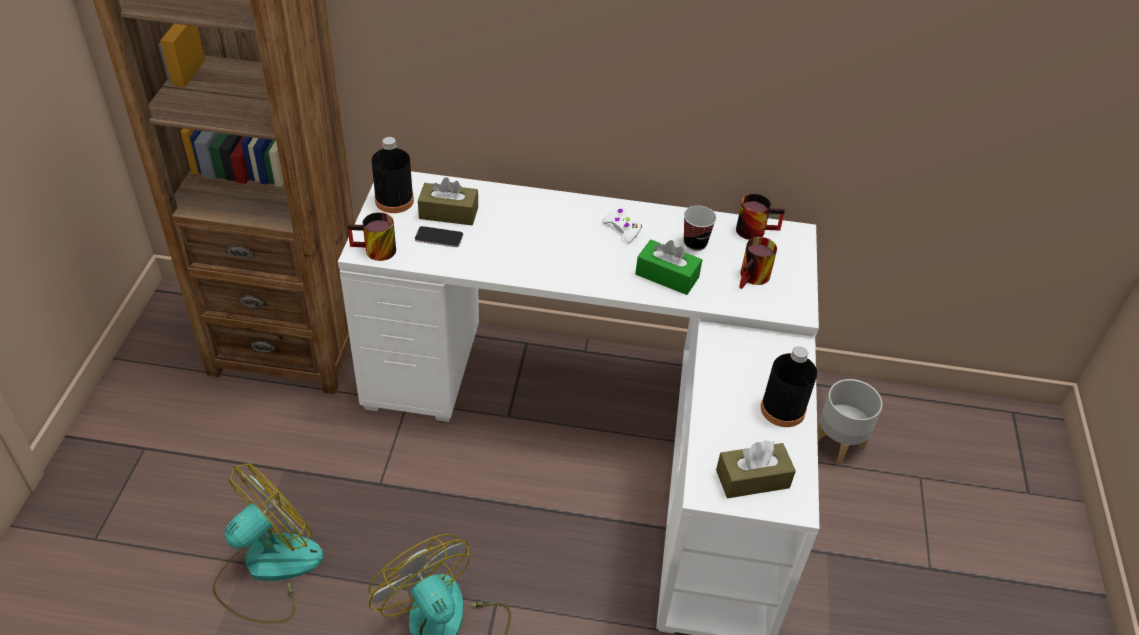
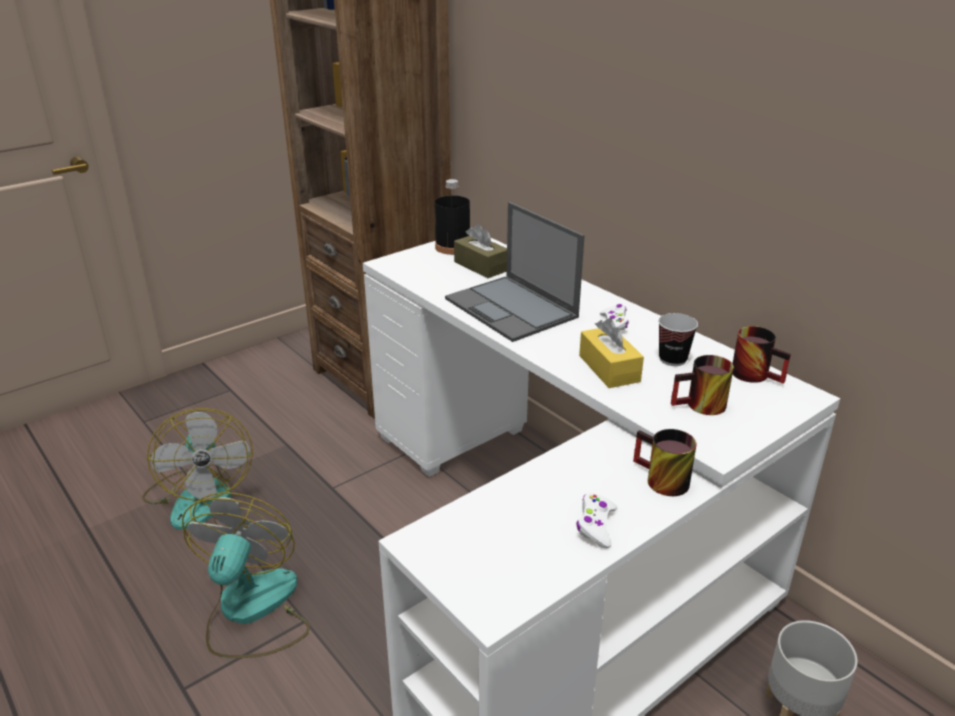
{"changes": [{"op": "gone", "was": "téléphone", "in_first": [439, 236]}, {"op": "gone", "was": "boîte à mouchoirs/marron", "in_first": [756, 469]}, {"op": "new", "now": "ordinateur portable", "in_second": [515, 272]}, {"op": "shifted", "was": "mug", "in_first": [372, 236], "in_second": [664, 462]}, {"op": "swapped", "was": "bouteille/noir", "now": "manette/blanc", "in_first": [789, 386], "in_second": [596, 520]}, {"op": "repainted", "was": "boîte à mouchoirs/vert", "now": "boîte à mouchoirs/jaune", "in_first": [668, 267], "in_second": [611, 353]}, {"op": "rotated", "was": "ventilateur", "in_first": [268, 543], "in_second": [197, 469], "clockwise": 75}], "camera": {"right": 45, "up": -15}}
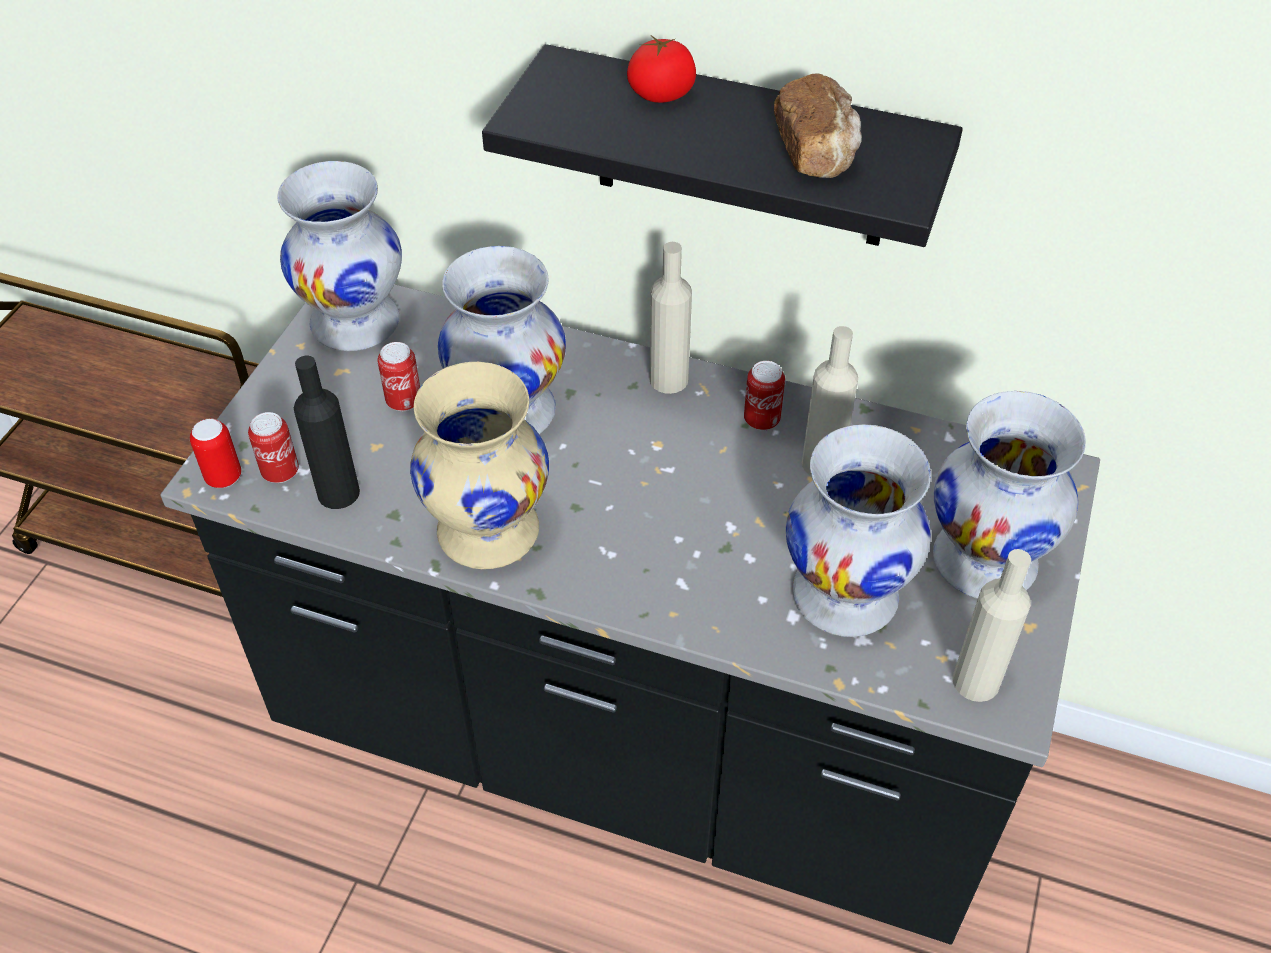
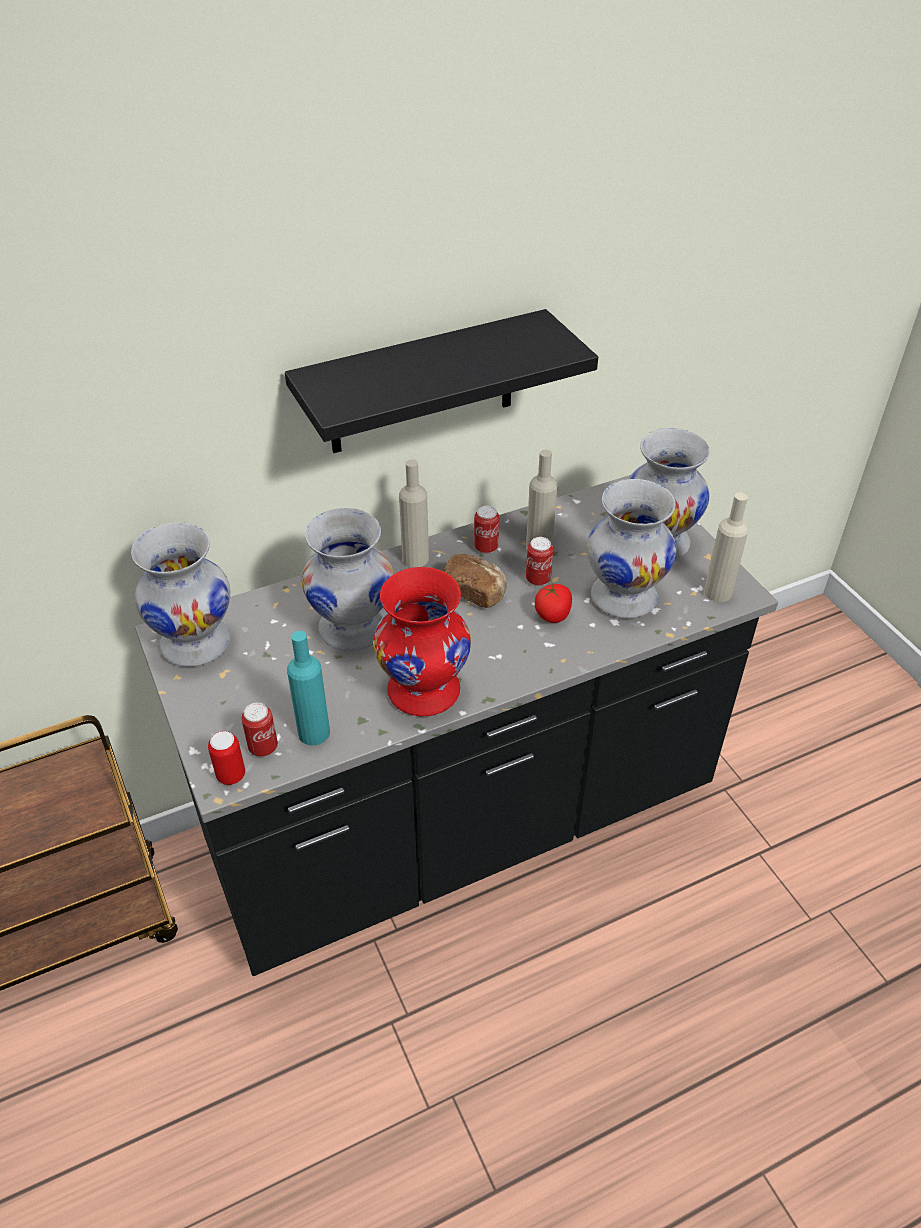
{"changes": [{"op": "shifted", "was": "boîte métallique", "in_first": [398, 376], "in_second": [539, 561]}, {"op": "shifted", "was": "tomate", "in_first": [661, 69], "in_second": [553, 603]}, {"op": "shifted", "was": "pain", "in_first": [818, 126], "in_second": [475, 581]}, {"op": "repainted", "was": "bouteille/noir", "now": "bouteille/turquoise", "in_first": [327, 432], "in_second": [308, 688]}, {"op": "repainted", "was": "vase/beige", "now": "vase/rouge", "in_first": [479, 465], "in_second": [422, 642]}], "camera": {"right": -45, "up": -5}}
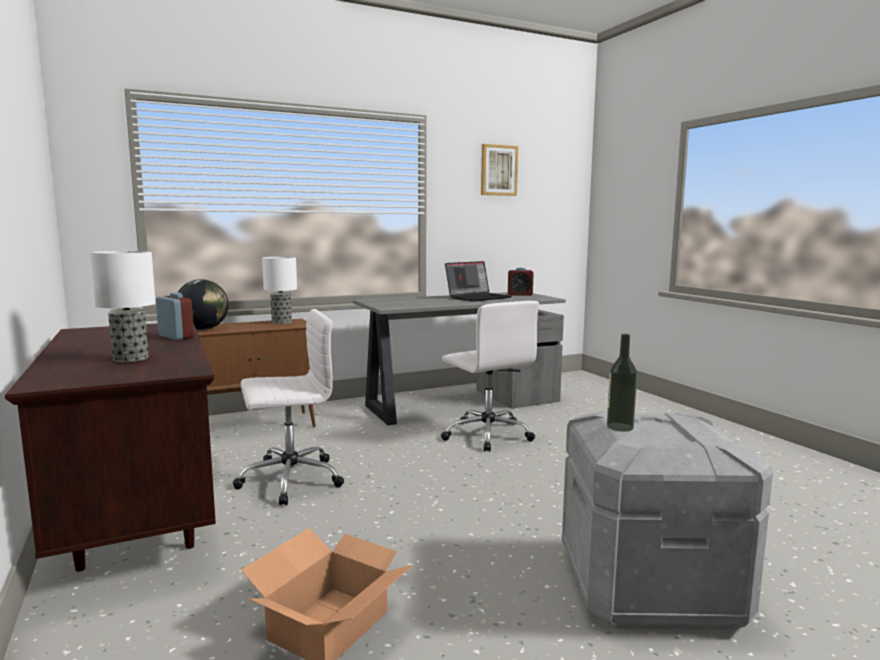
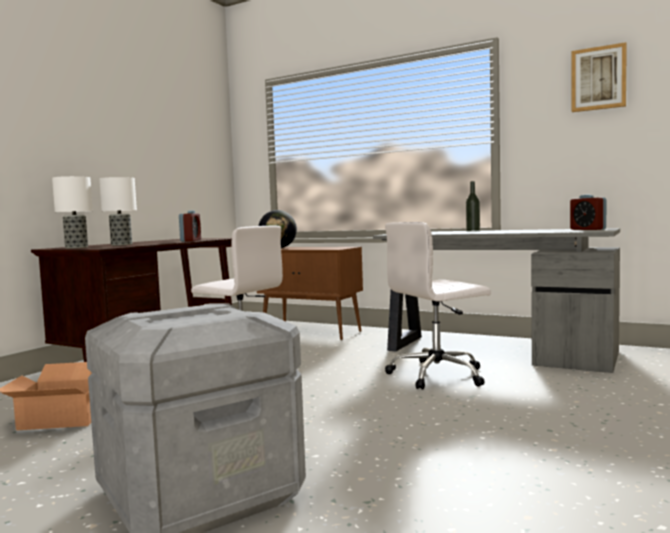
{"changes": [{"op": "gone", "was": "ordinateur portable", "in_first": [478, 281]}, {"op": "shifted", "was": "lampe de table", "in_first": [279, 290], "in_second": [72, 212]}, {"op": "shifted", "was": "bouteille", "in_first": [622, 383], "in_second": [473, 206]}, {"op": "rotated", "was": "chaise de bureau/blanc", "in_first": [490, 376], "in_second": [438, 306], "clockwise": 45}], "camera": {"right": 55, "up": -5}}
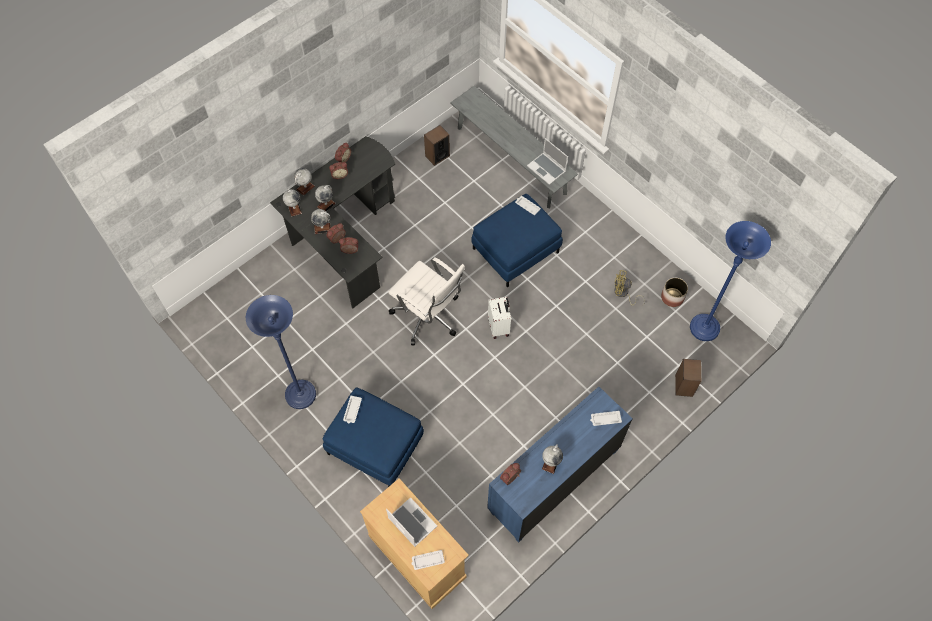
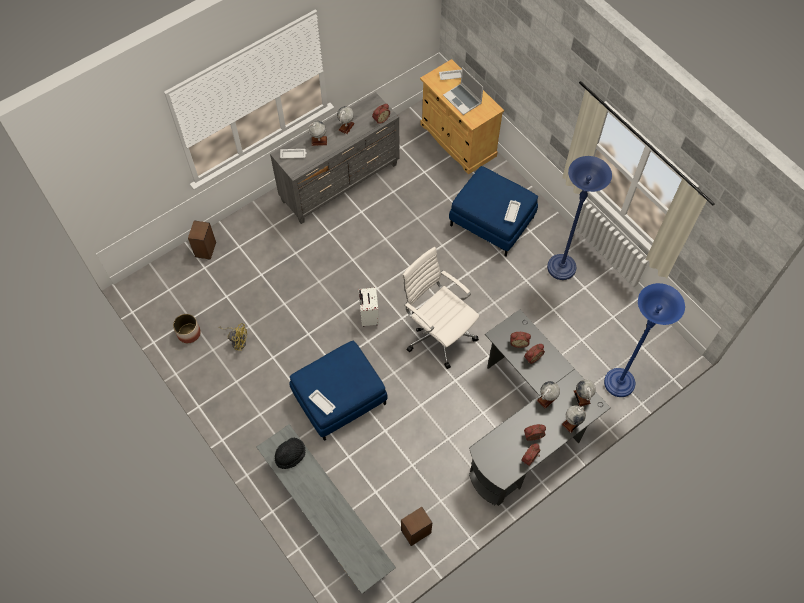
{"changes": [{"op": "shifted", "was": "globe", "in_first": [321, 221], "in_second": [317, 133]}, {"op": "shifted", "was": "lampadaire/bleu", "in_first": [730, 281], "in_second": [644, 340]}, {"op": "swapped", "was": "ordinateur portable", "now": "chapeau/noir", "in_first": [547, 161], "in_second": [290, 453]}, {"op": "repainted", "was": "commode/bleu", "now": "commode/gris", "in_first": [560, 465], "in_second": [334, 158]}], "camera": {"right": -175, "up": 0}}
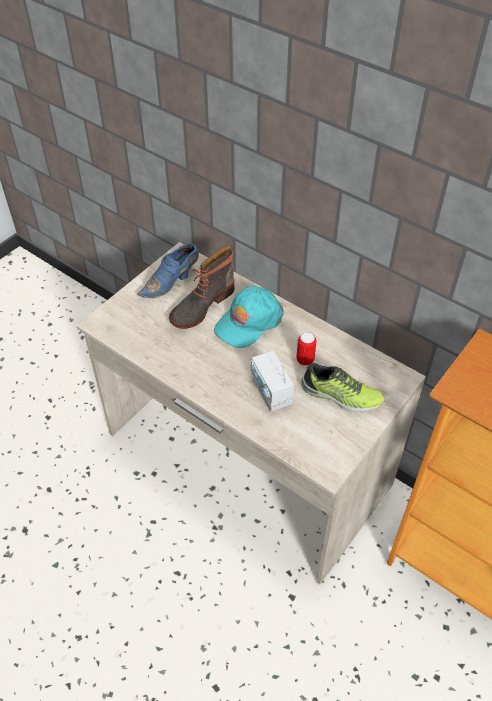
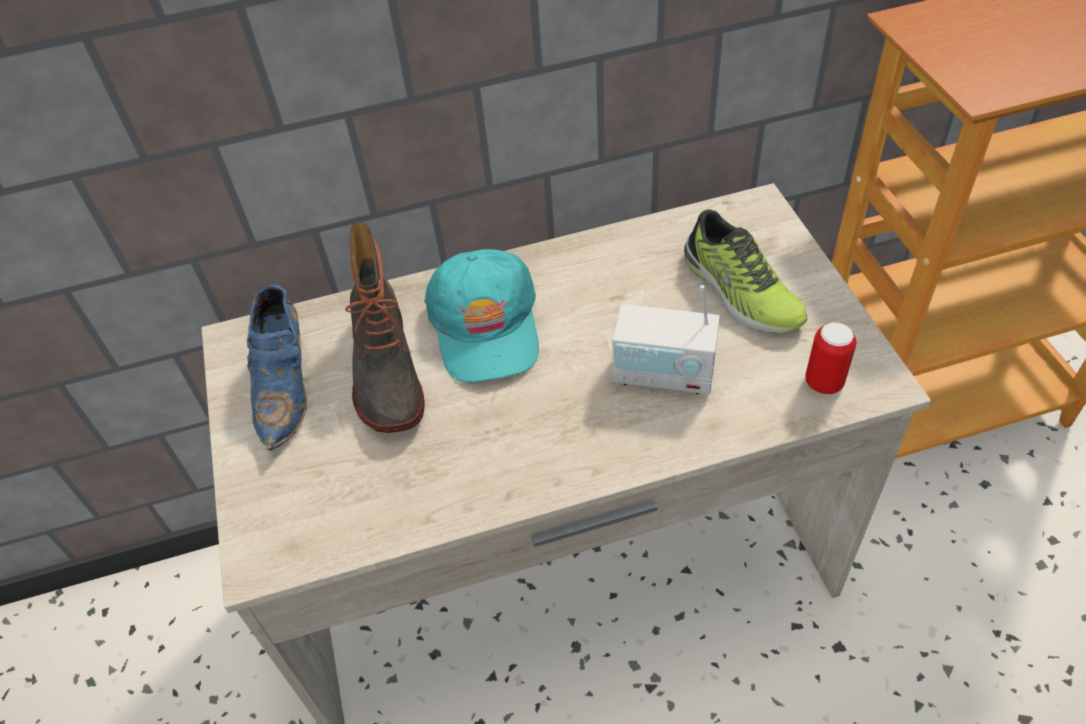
{"changes": [{"op": "shifted", "was": "boîte métallique", "in_first": [306, 349], "in_second": [830, 358]}, {"op": "rotated", "was": "chaussure", "in_first": [342, 387], "in_second": [746, 271], "clockwise": 90}], "camera": {"right": -50, "up": 0}}
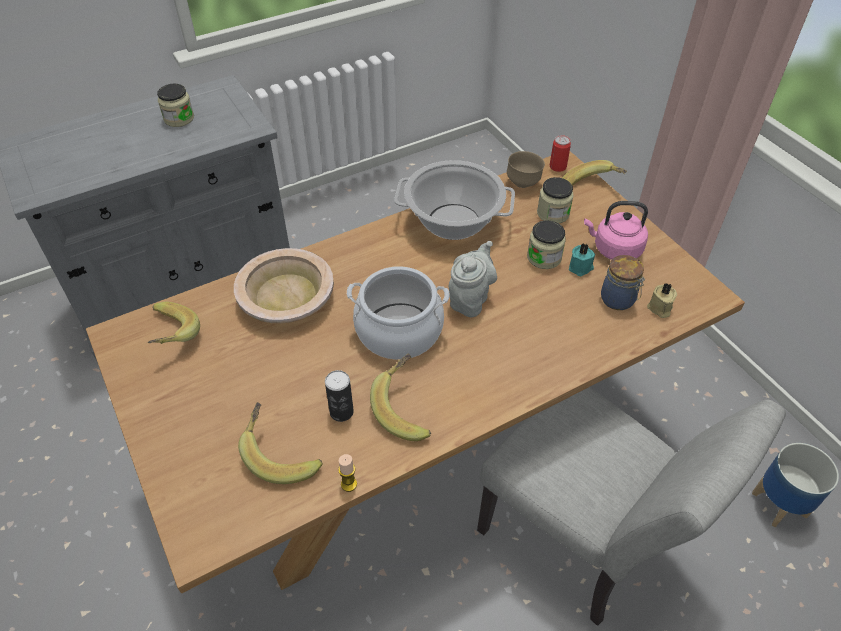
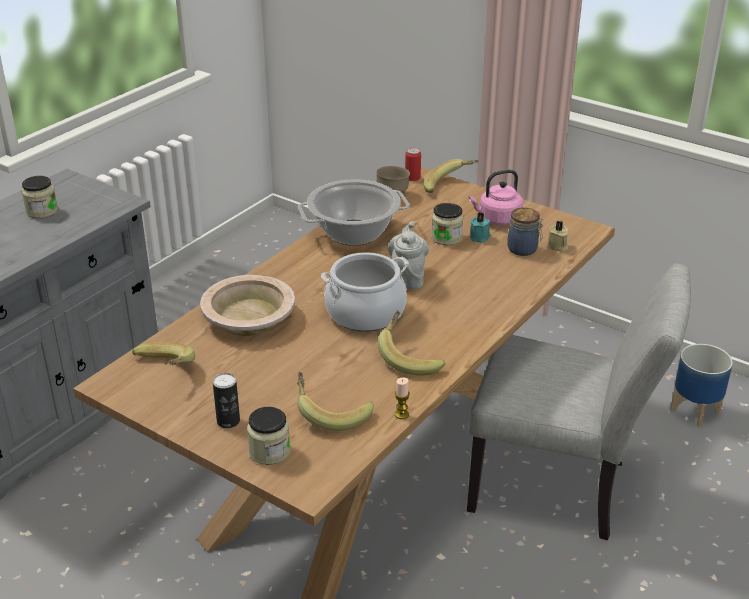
{"changes": [{"op": "shifted", "was": "boîte métallique", "in_first": [339, 396], "in_second": [226, 400]}, {"op": "shifted", "was": "bocal", "in_first": [555, 200], "in_second": [268, 436]}], "camera": {"right": -25, "up": -15}}
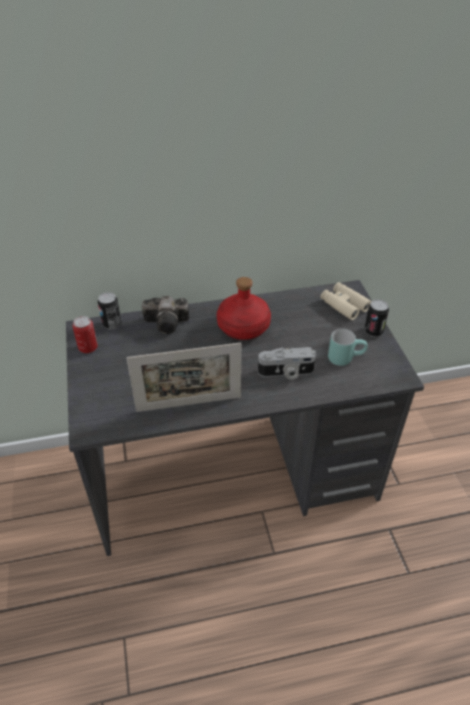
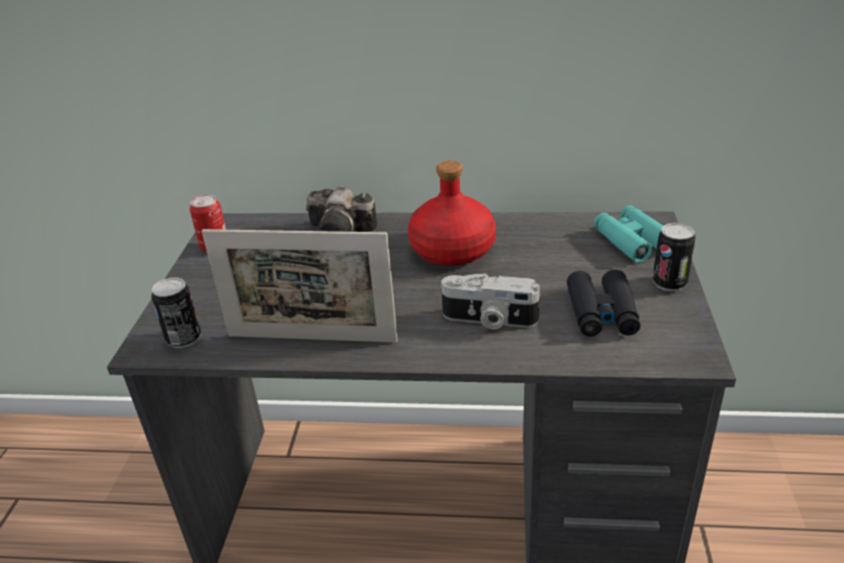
{"changes": [{"op": "shifted", "was": "boîte métallique", "in_first": [109, 311], "in_second": [176, 312]}, {"op": "swapped", "was": "mug/turquoise", "now": "jumelles/noir", "in_first": [348, 347], "in_second": [604, 303]}, {"op": "repainted", "was": "jumelles/beige", "now": "jumelles/turquoise", "in_first": [346, 301], "in_second": [628, 234]}], "camera": {"right": 20, "up": -10}}
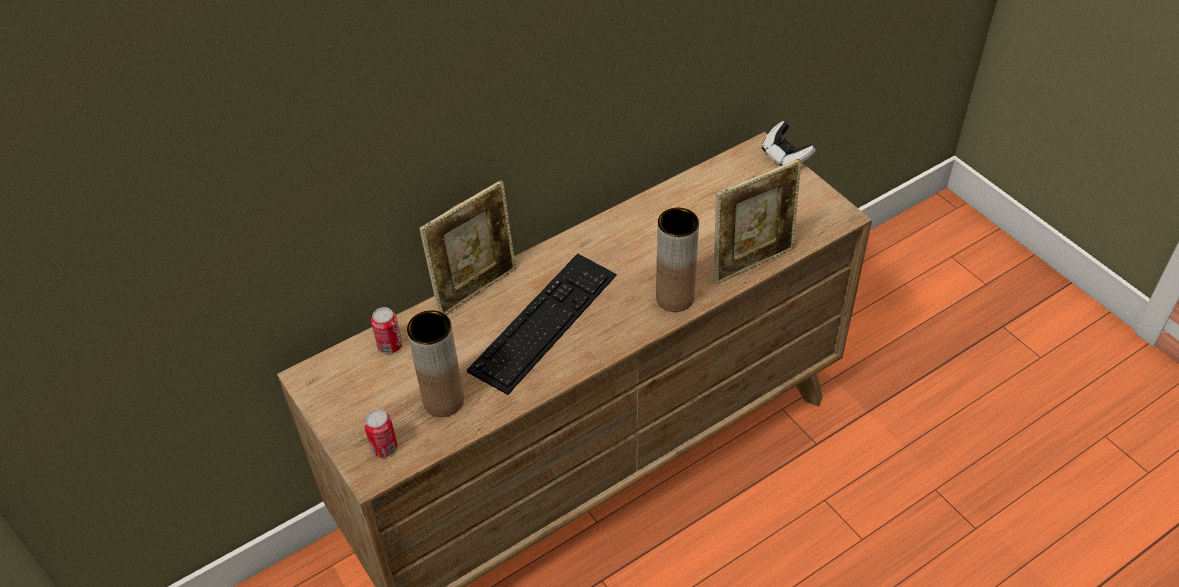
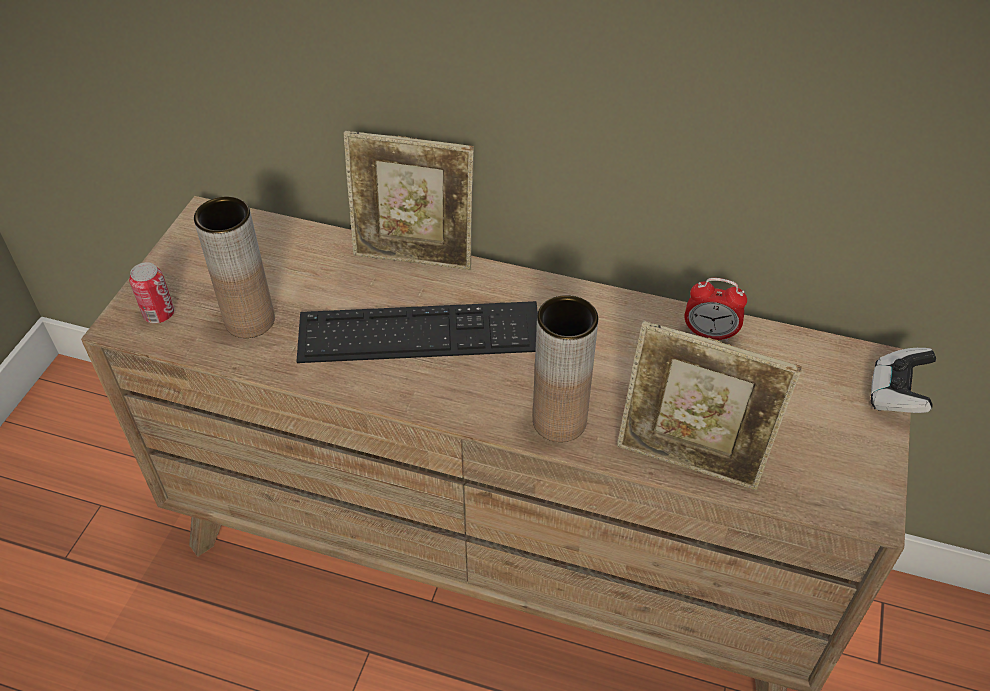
{"changes": [{"op": "gone", "was": "boîte métallique", "in_first": [386, 330]}, {"op": "new", "now": "réveil", "in_second": [716, 310]}], "camera": {"right": 50, "up": 0}}
